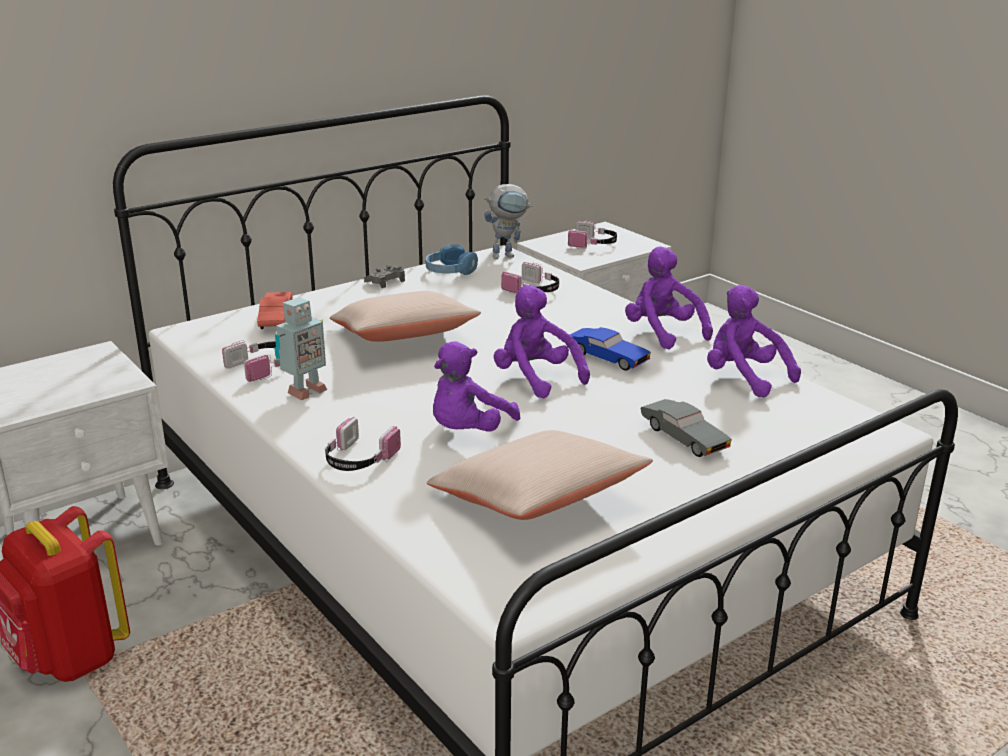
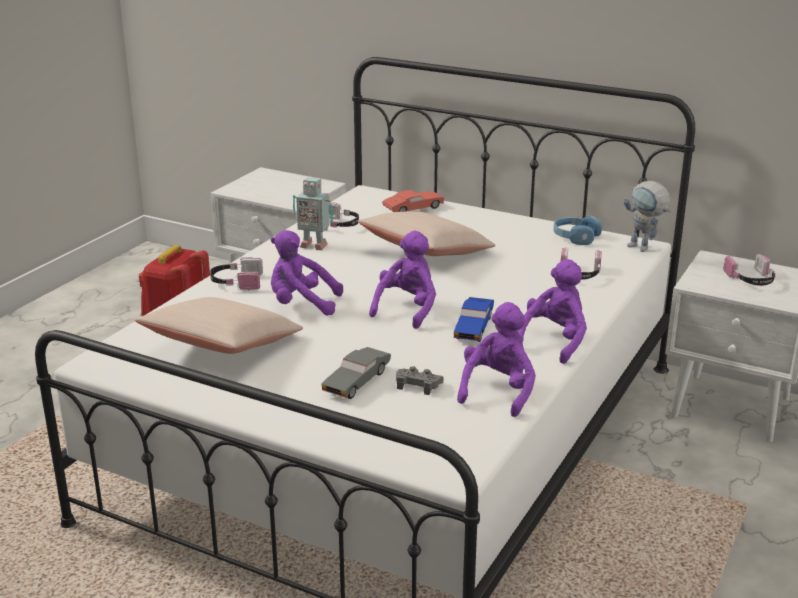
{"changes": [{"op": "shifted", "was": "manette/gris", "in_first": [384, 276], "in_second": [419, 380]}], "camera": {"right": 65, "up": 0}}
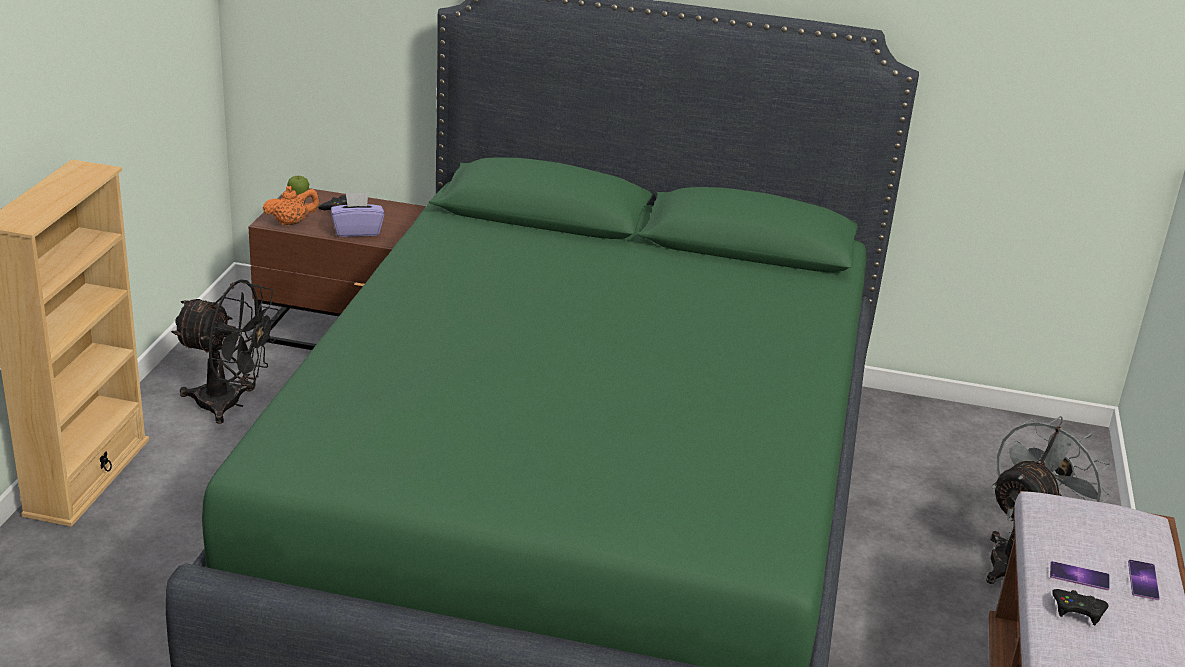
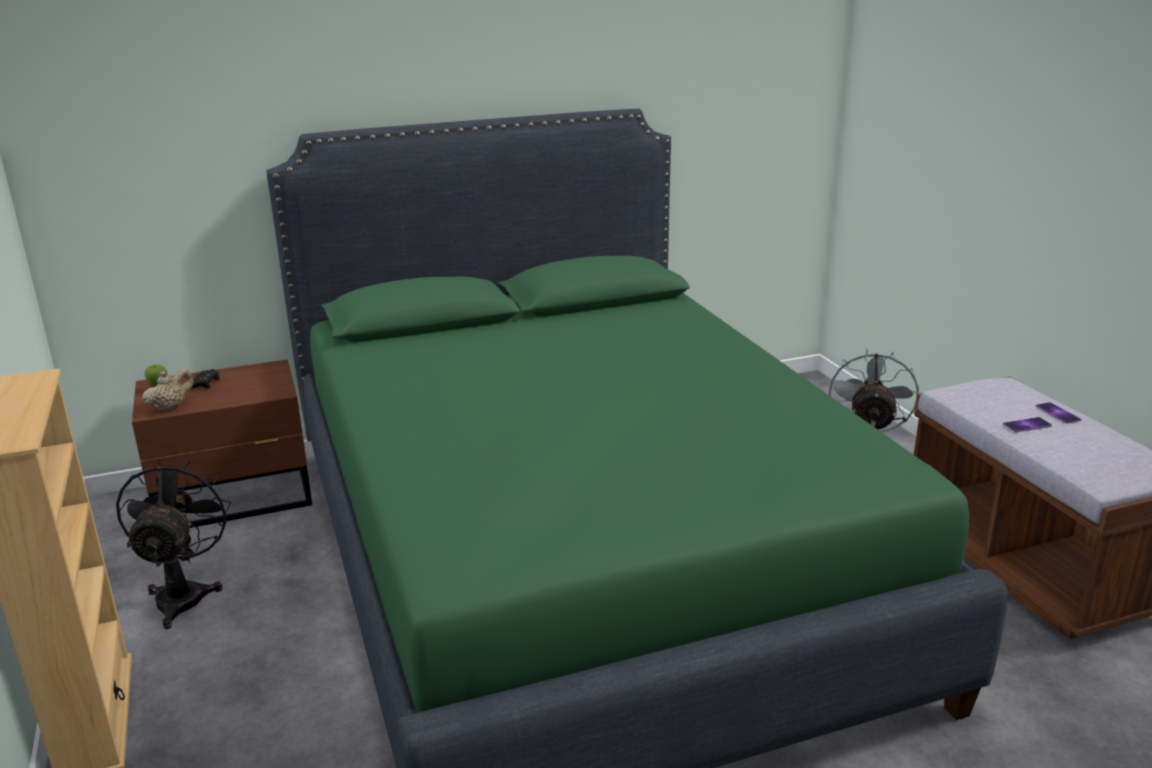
{"changes": [{"op": "gone", "was": "boîte à mouchoirs/violet", "in_first": [357, 215]}, {"op": "gone", "was": "manette/noir", "in_first": [1080, 607]}, {"op": "repainted", "was": "théière/orange", "now": "théière/beige", "in_first": [291, 205], "in_second": [168, 390]}, {"op": "rotated", "was": "ventilateur/noir", "in_first": [225, 351], "in_second": [173, 544], "clockwise": -75}], "camera": {"right": -30, "up": -5}}
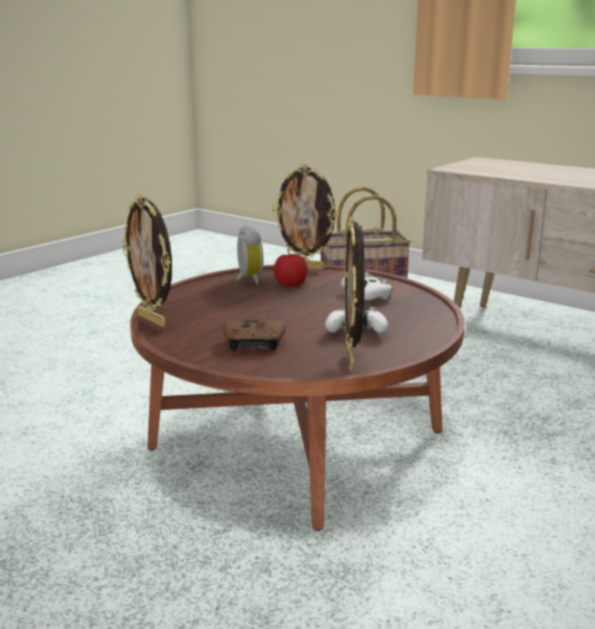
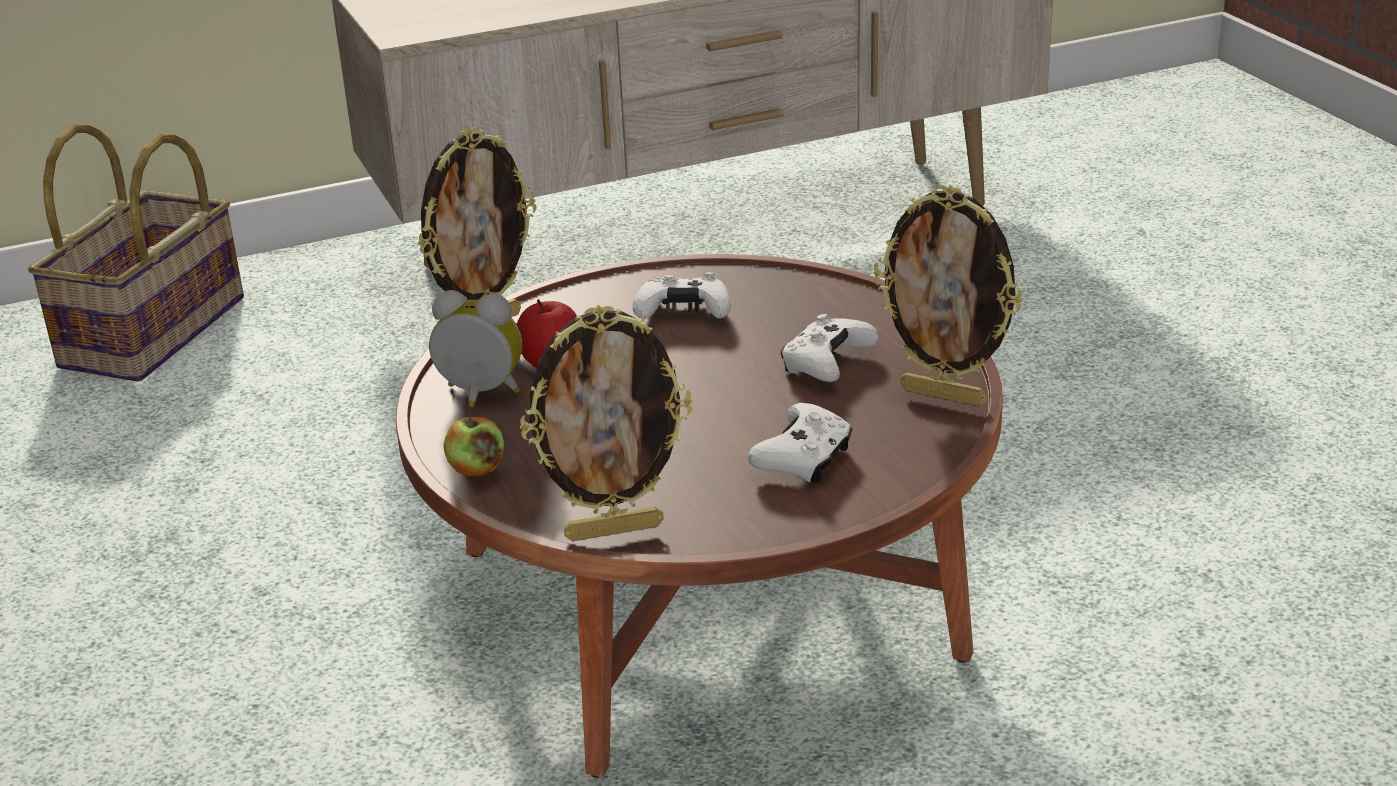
{"changes": [{"op": "new", "now": "pomme", "in_second": [473, 444]}, {"op": "repainted", "was": "manette/marron", "now": "manette/blanc", "in_first": [254, 335], "in_second": [800, 443]}], "camera": {"right": -60, "up": 10}}
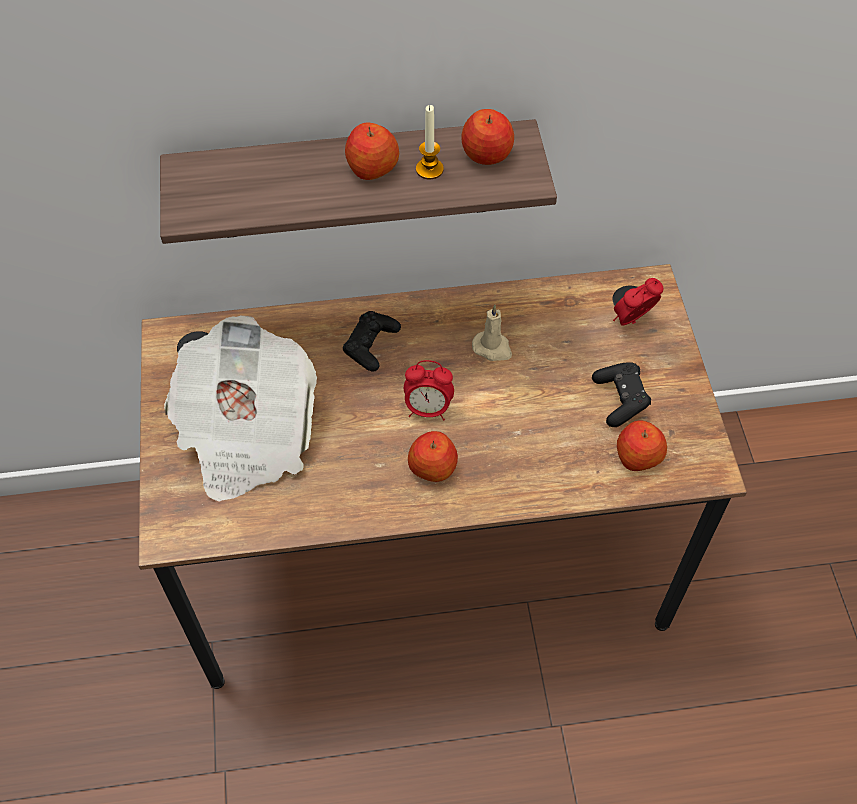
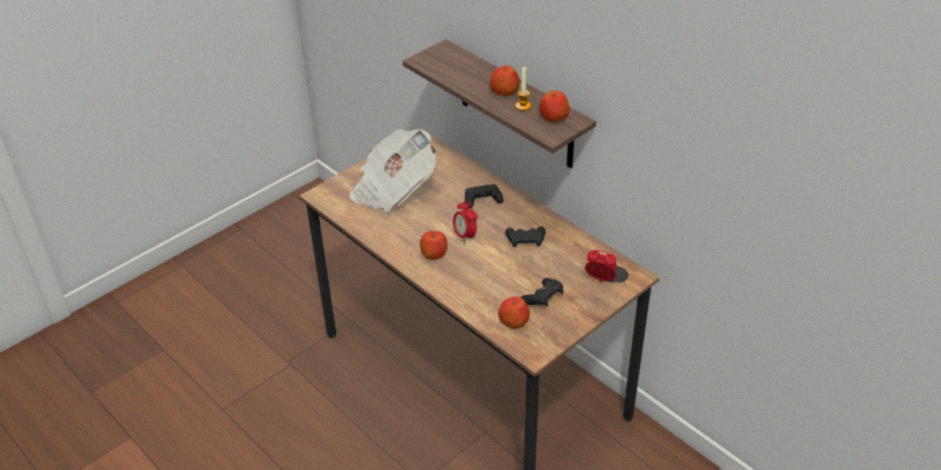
{"changes": [{"op": "swapped", "was": "bougie/beige", "now": "manette/noir", "in_first": [492, 333], "in_second": [525, 236]}], "camera": {"right": 55, "up": -15}}
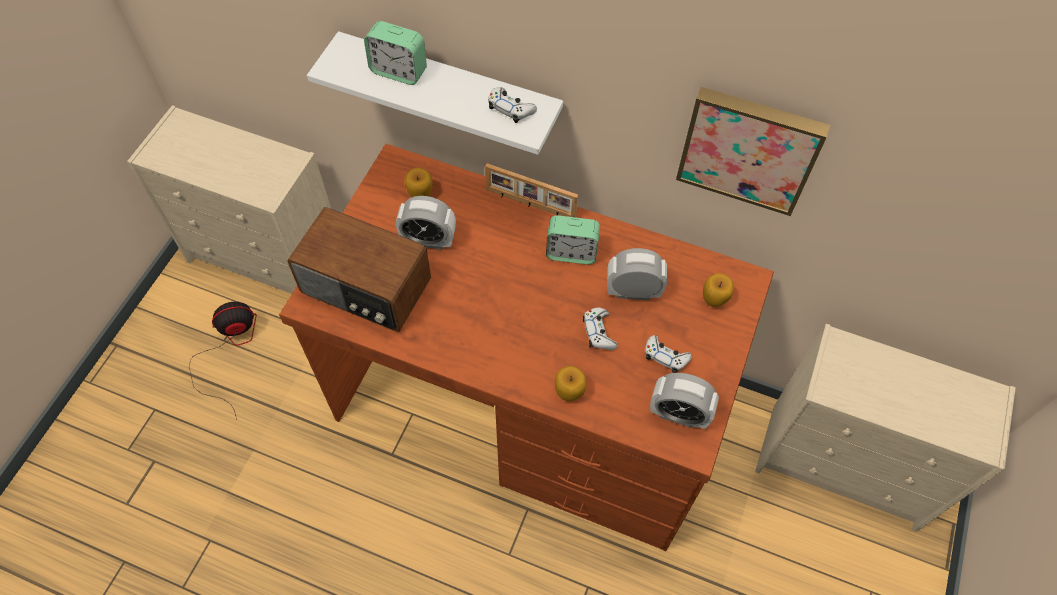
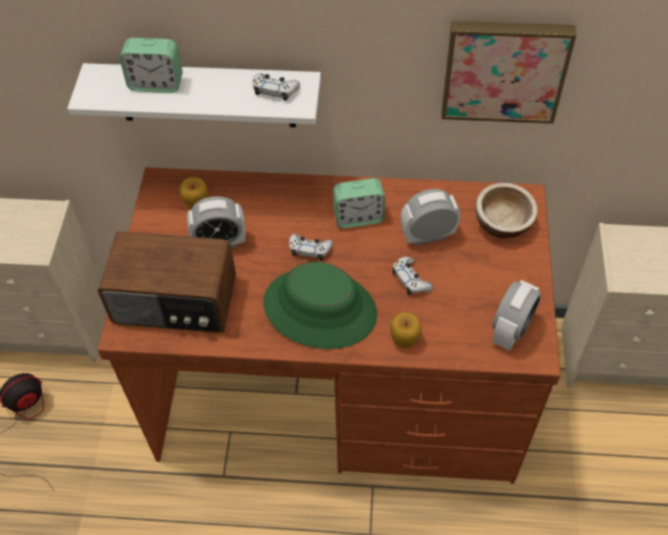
{"changes": [{"op": "gone", "was": "cadre photo", "in_first": [531, 190]}, {"op": "new", "now": "chapeau/vert", "in_second": [320, 305]}, {"op": "shifted", "was": "manette/blanc", "in_first": [668, 354], "in_second": [311, 247]}, {"op": "swapped", "was": "pomme", "now": "bol", "in_first": [718, 290], "in_second": [506, 210]}, {"op": "rotated", "was": "réveil", "in_first": [684, 401], "in_second": [516, 315], "clockwise": -60}], "camera": {"right": -15, "up": -5}}
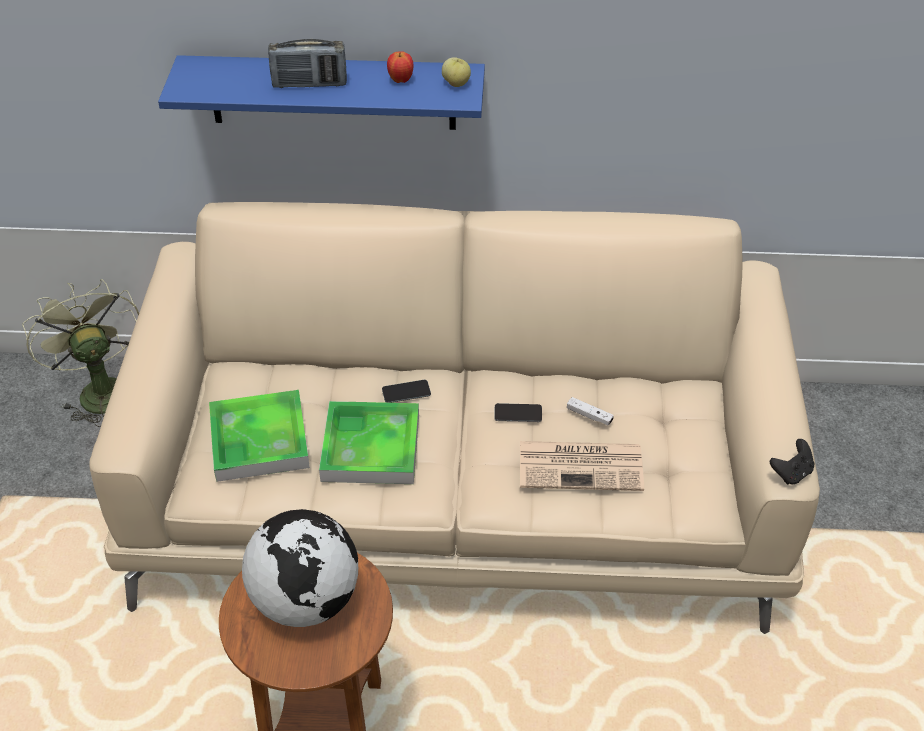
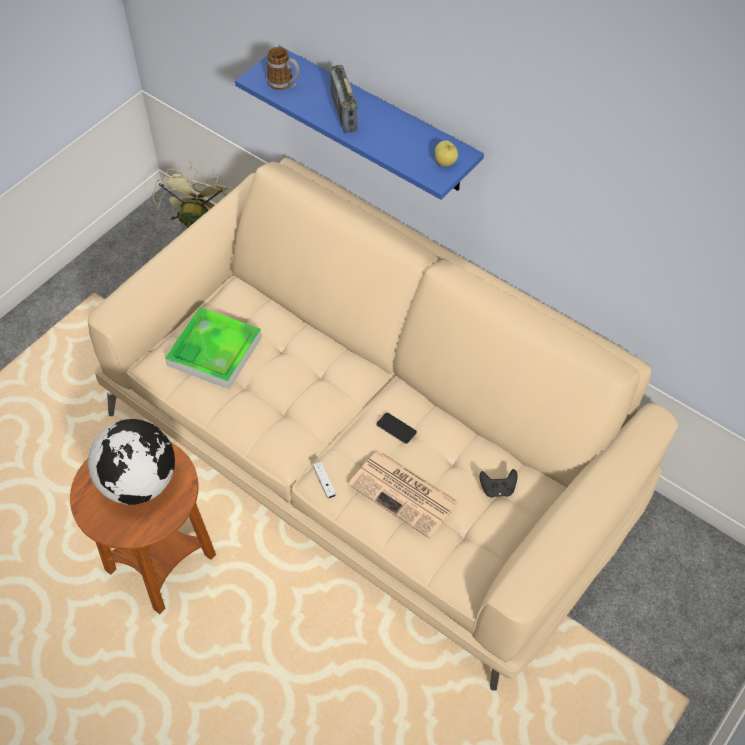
{"changes": [{"op": "gone", "was": "plateau", "in_first": [369, 442]}, {"op": "gone", "was": "téléphone", "in_first": [406, 391]}, {"op": "gone", "was": "pomme", "in_first": [400, 67]}, {"op": "new", "now": "mug", "in_second": [283, 68]}, {"op": "shifted", "was": "manette/blanc", "in_first": [590, 411], "in_second": [324, 480]}, {"op": "shifted", "was": "manette/noir", "in_first": [792, 462], "in_second": [498, 483]}, {"op": "rotated", "was": "radio", "in_first": [307, 63], "in_second": [344, 99], "clockwise": 45}], "camera": {"right": 35, "up": 10}}
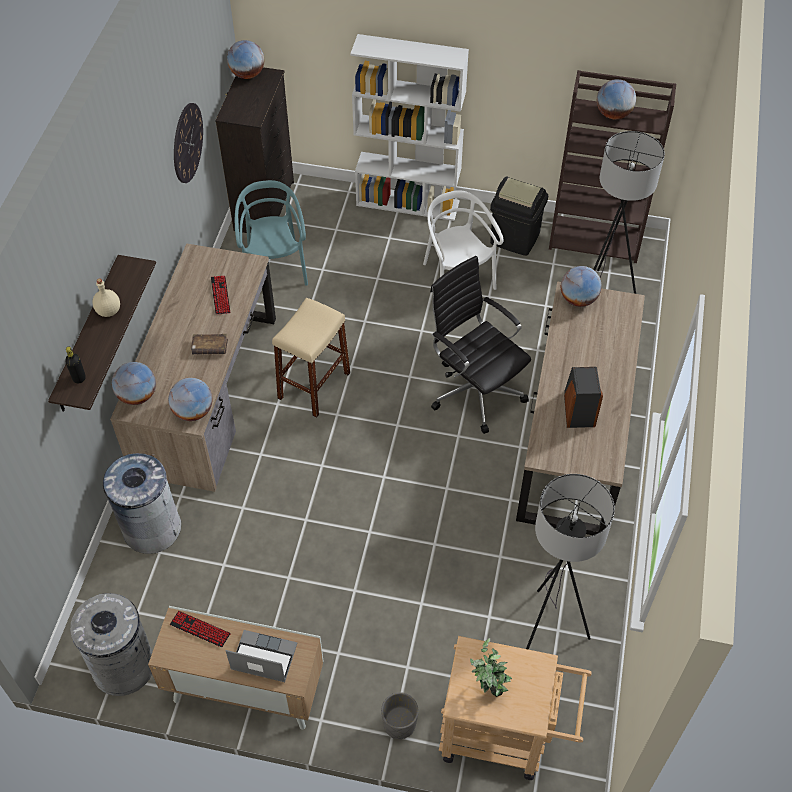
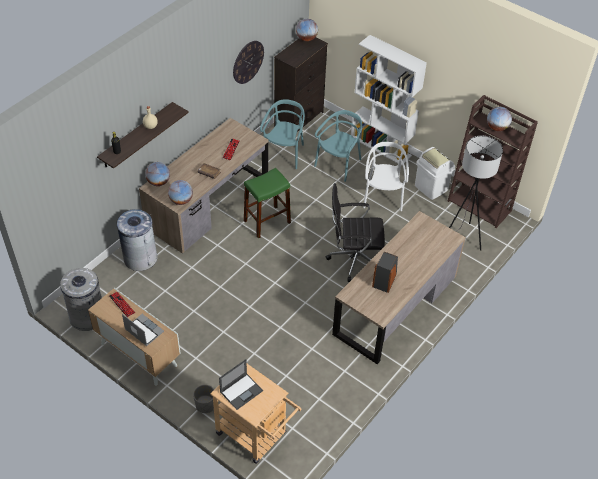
{"changes": [{"op": "gone", "was": "lampadaire/gris", "in_first": [570, 562]}, {"op": "gone", "was": "globe", "in_first": [581, 286]}, {"op": "new", "now": "chaise/turquoise", "in_second": [338, 146]}, {"op": "swapped", "was": "plante en pot", "now": "ordinateur portable", "in_first": [491, 667], "in_second": [241, 384]}, {"op": "repainted", "was": "tabouret/beige", "now": "tabouret/vert", "in_first": [311, 358], "in_second": [267, 203]}, {"op": "repainted", "was": "poubelle/noir", "now": "poubelle/blanc", "in_first": [519, 216], "in_second": [435, 173]}, {"op": "rotated", "was": "chaise de bureau/noir", "in_first": [480, 345], "in_second": [355, 232], "clockwise": -75}], "camera": {"right": 25, "up": -5}}
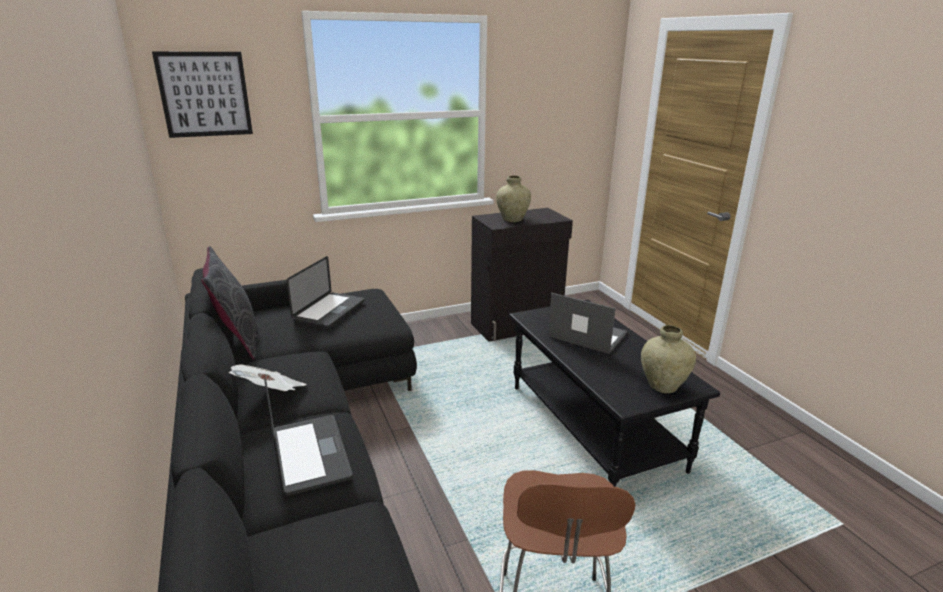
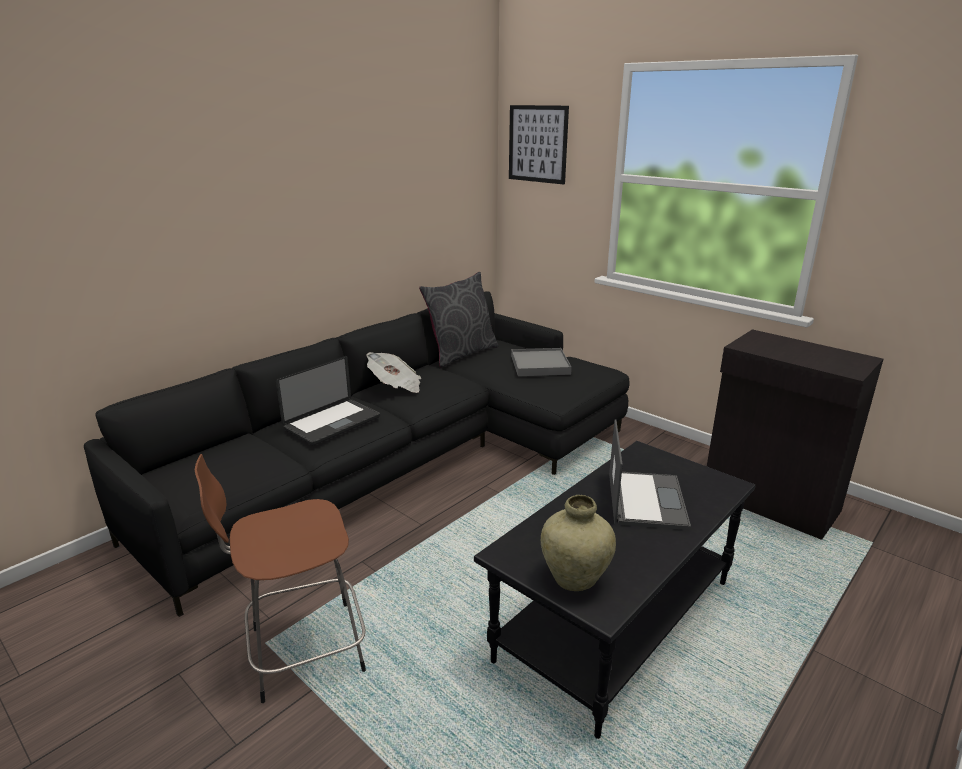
{"changes": [{"op": "gone", "was": "vase/beige", "in_first": [513, 198]}, {"op": "swapped", "was": "ordinateur portable", "now": "plateau/gris", "in_first": [325, 292], "in_second": [541, 362]}], "camera": {"right": 65, "up": 0}}
